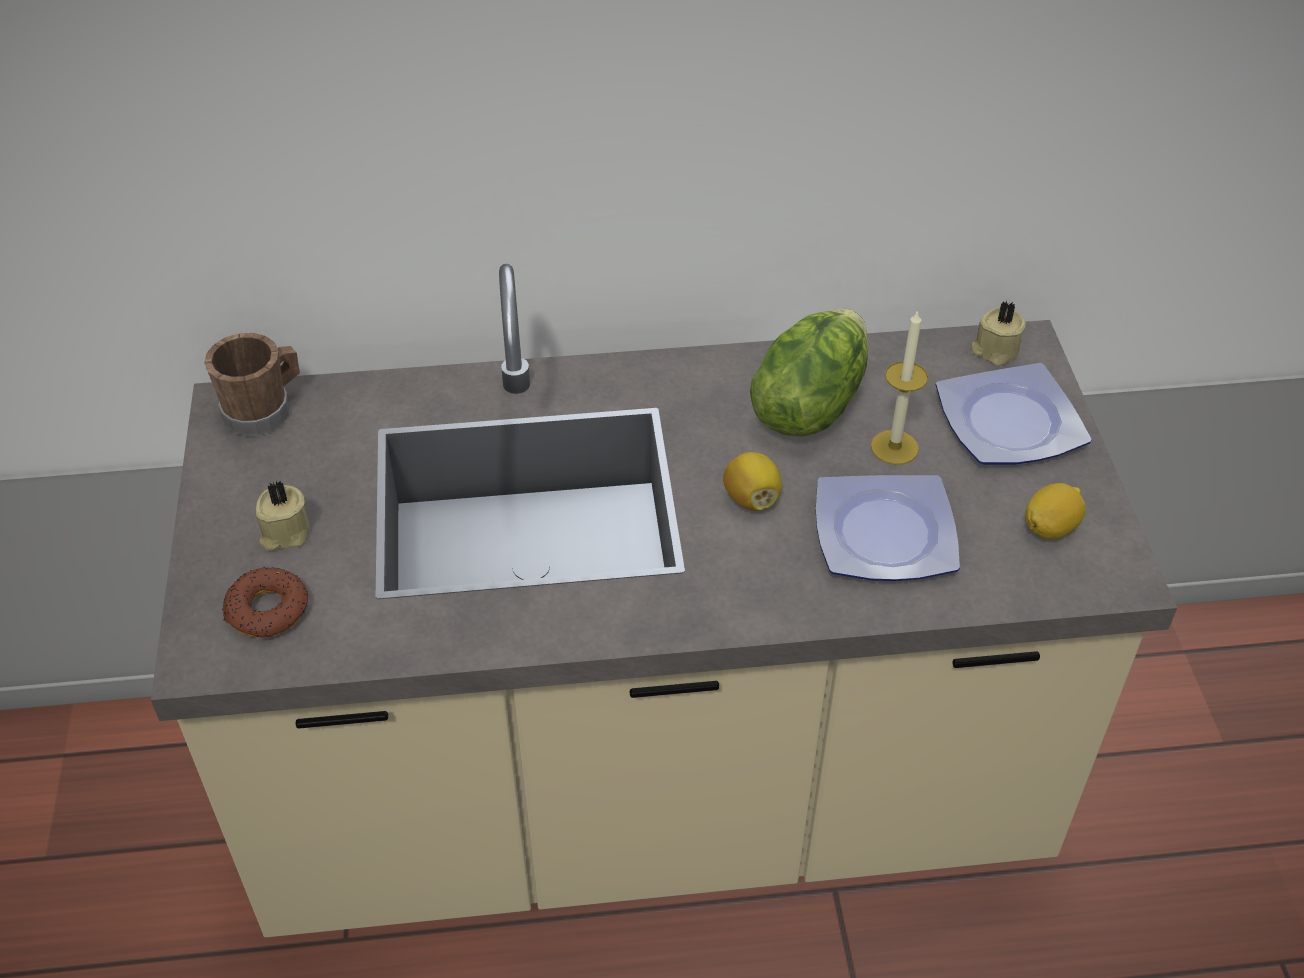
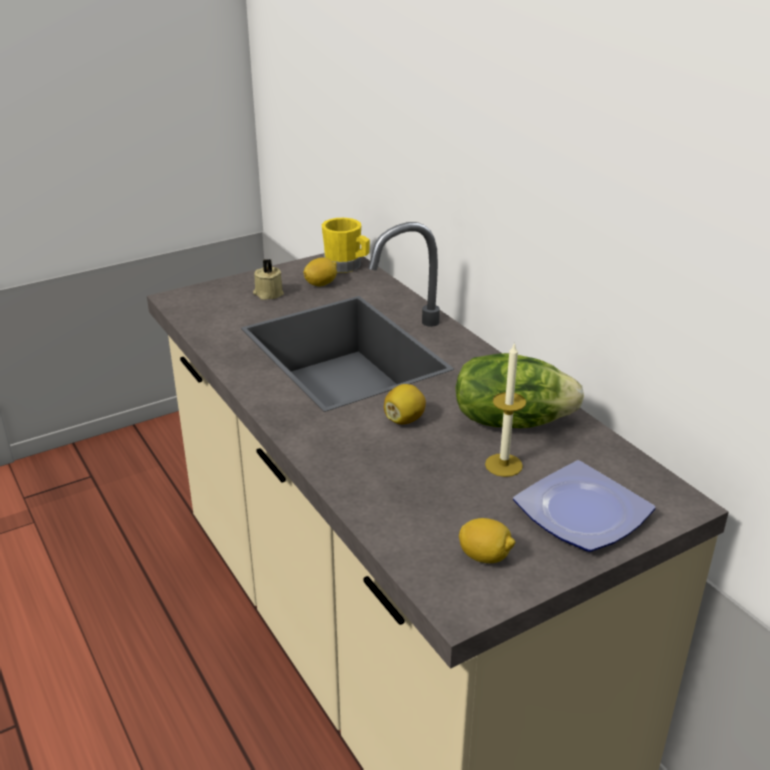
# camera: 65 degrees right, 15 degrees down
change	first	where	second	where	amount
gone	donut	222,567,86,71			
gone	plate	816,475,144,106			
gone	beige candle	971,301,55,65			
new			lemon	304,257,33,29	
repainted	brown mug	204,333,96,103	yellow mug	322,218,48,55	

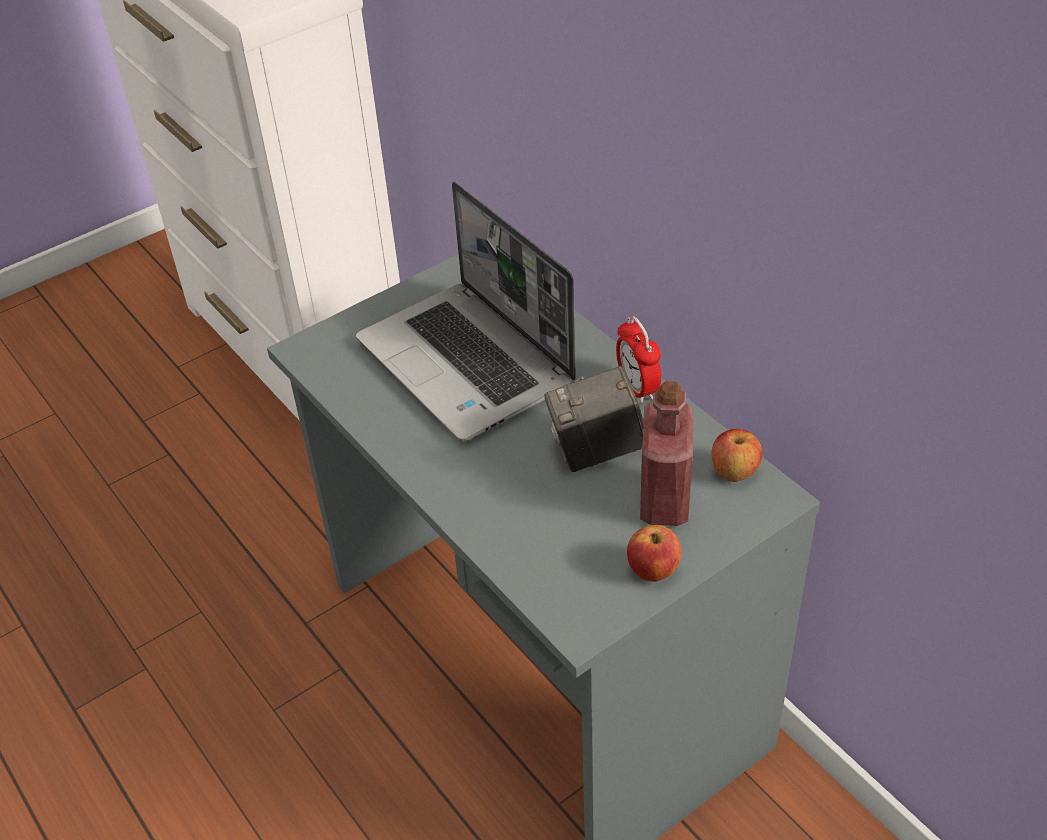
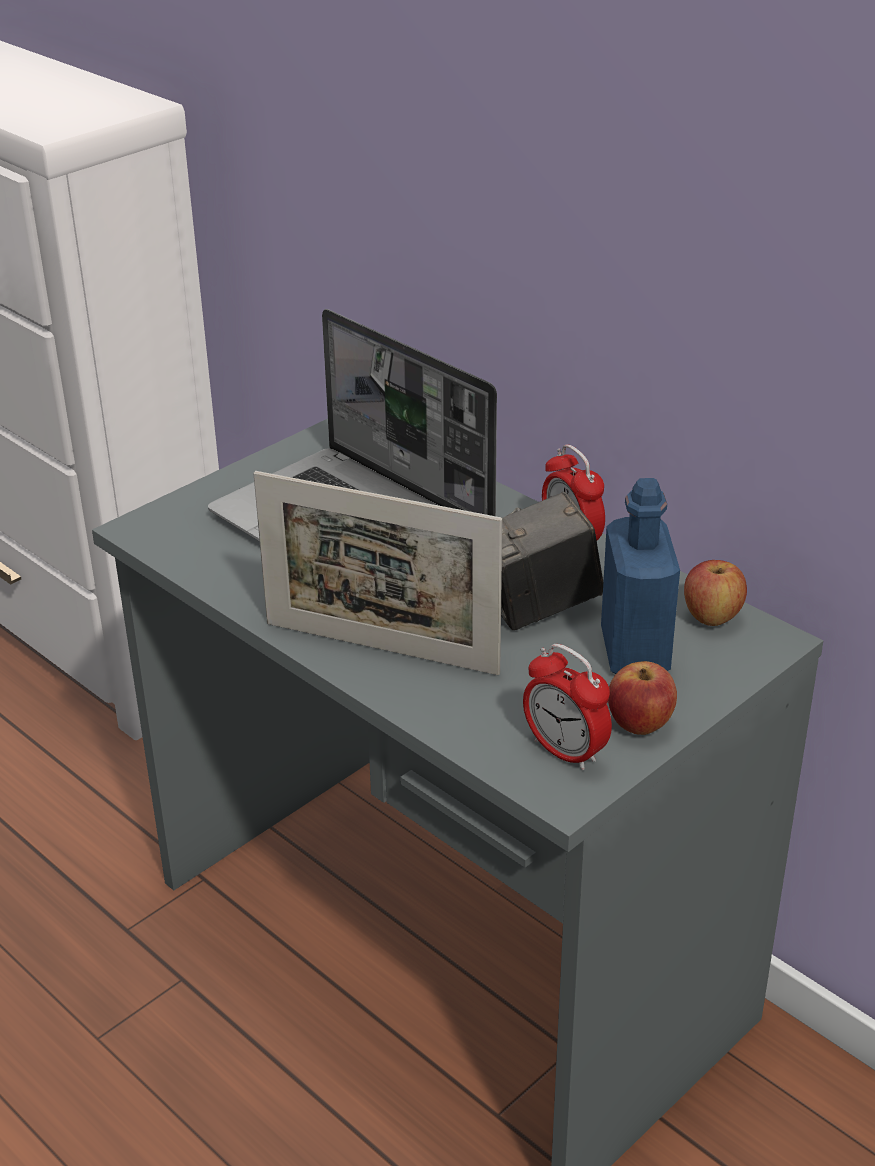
# camera: 10 degrees left, 10 degrees down
change	first	where	second	where	amount
new			picture frame	253,471,249,204	
new			alarm clock	523,644,89,127	
repainted	red bottle	640,381,53,145	blue bottle	601,478,79,196	

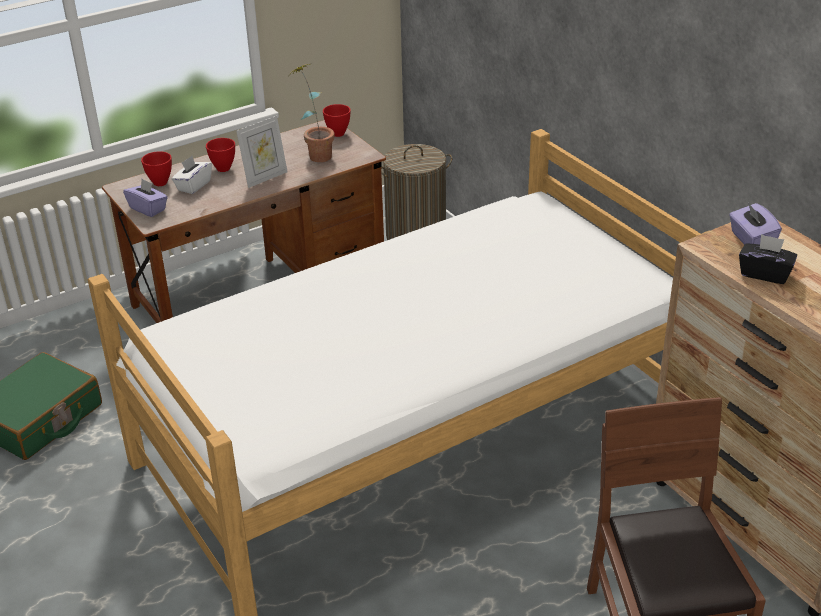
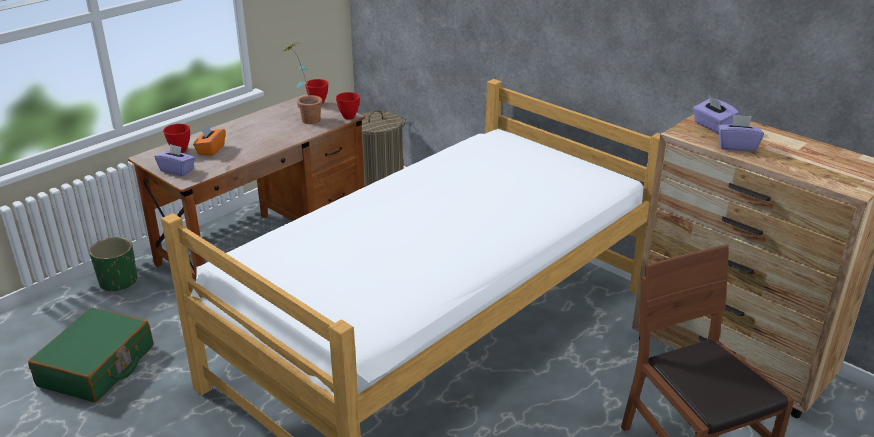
# camera: 15 degrees left, 5 degrees down
change	first	where	second	where	amount
gone	picture frame	236,116,52,72			
new			green planter	89,237,48,55	
shifted	red bowl	206,138,29,34		336,92,24,28	
repainted	white tissue box	172,156,40,38	orange tissue box	193,124,32,32	
repainted	black tissue box	739,234,58,50	purple tissue box	717,114,47,38	

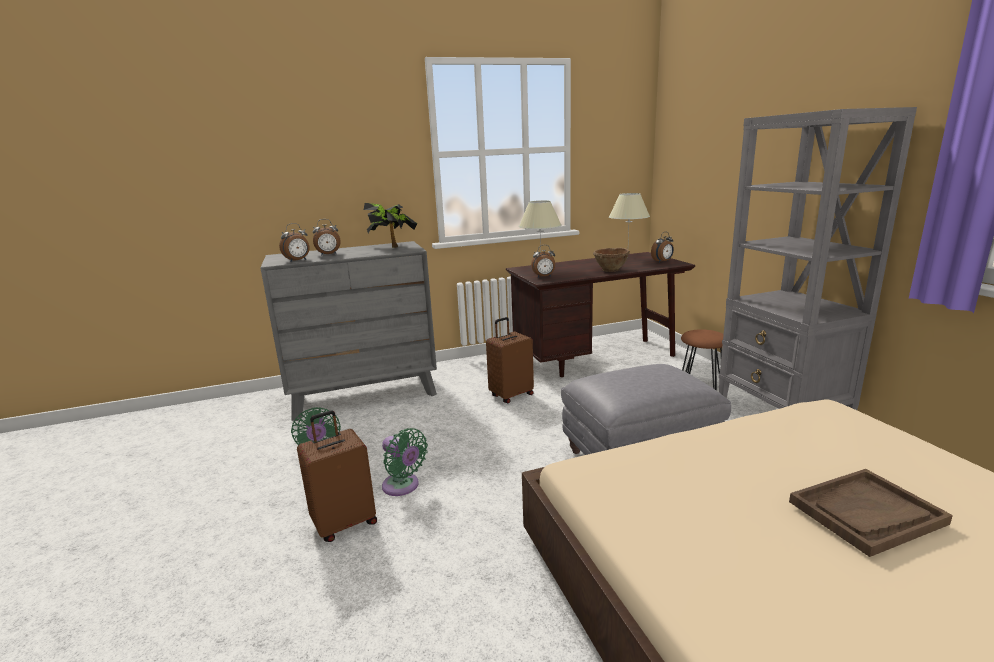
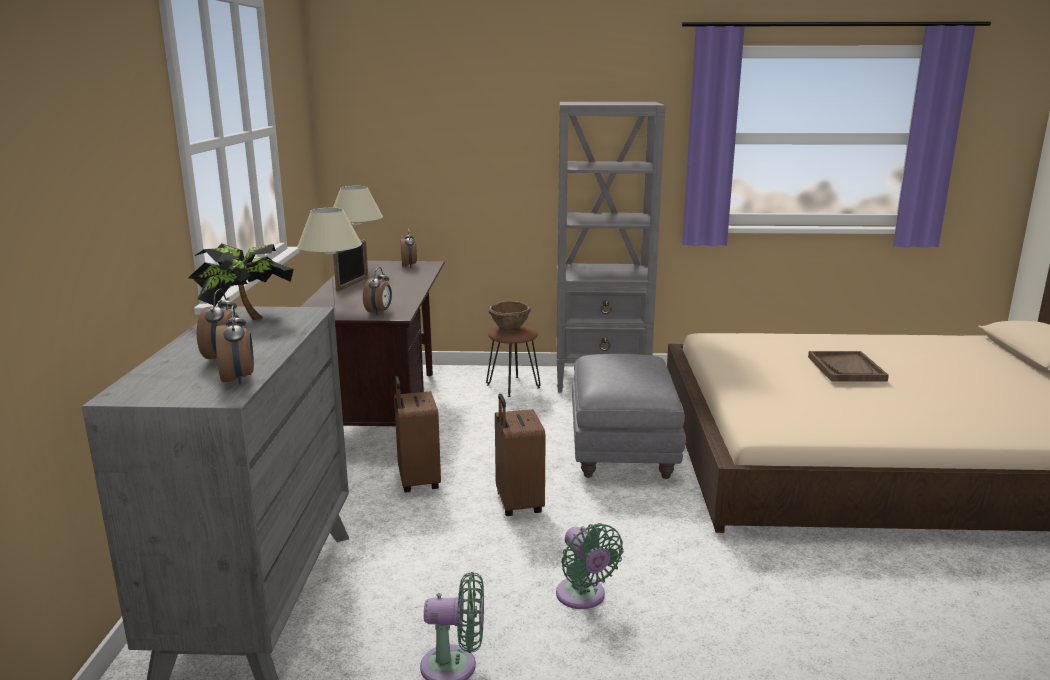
# camera: 70 degrees left, 0 degrees up
change	first	where	second	where	amount
new			picture frame	333,239,35,52	
shifted	brown suitcase	297,410,80,132		495,393,51,123	
shifted	brown bowl	593,248,37,24		488,301,43,31	
rotated	green fan	382,428,46,68		556,523,68,86	90 degrees clockwise

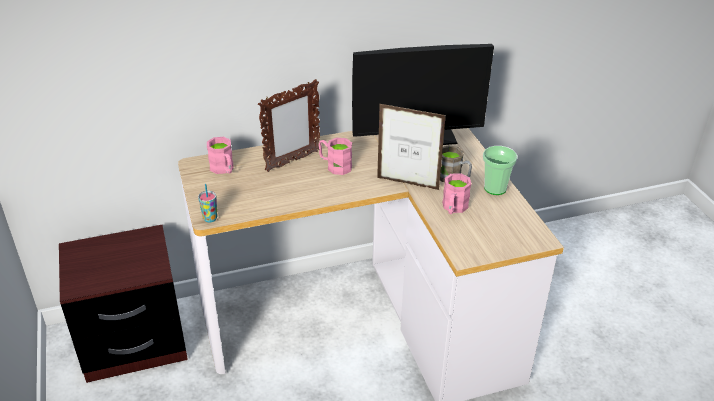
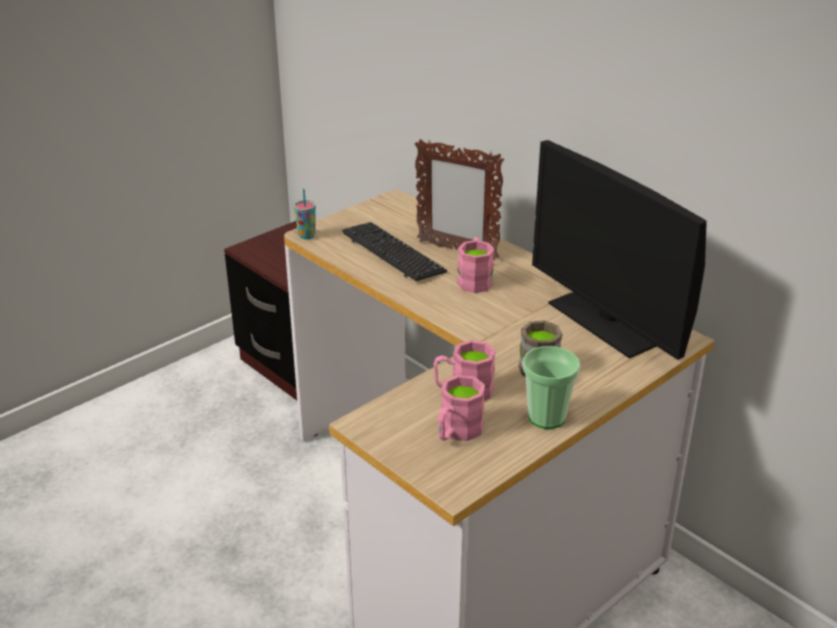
# camera: 65 degrees right, 5 degrees down
change	first	where	second	where	amount
gone	picture frame	377,104,69,86			
new			keyboard	342,222,105,59	
shifted	pink mug	207,137,27,37		438,375,47,66	

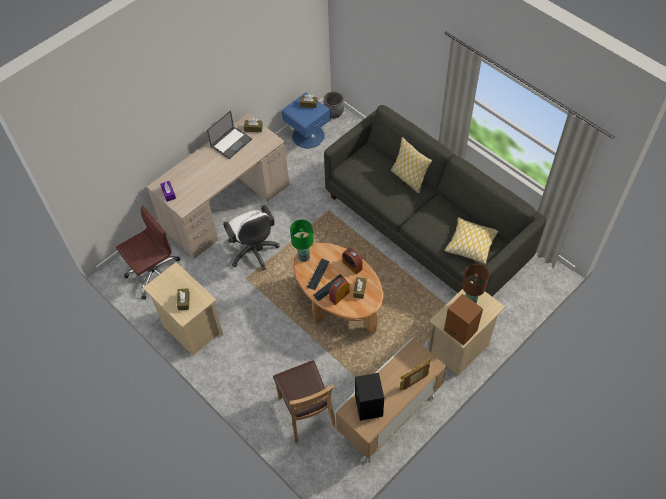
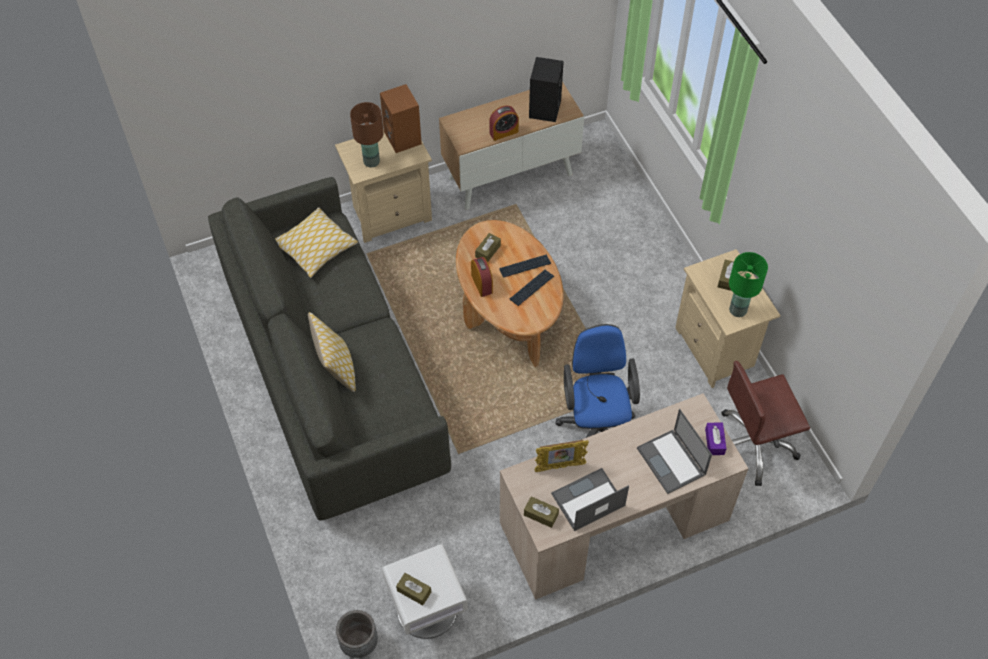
# camera: 160 degrees left, 0 degrees up
change	first	where	second	where	amount
gone	brown chair	273,360,62,83			
new			laptop	637,409,75,85	
shifted	green table lamp	290,220,23,42		729,252,39,65	
shifted	alarm clock	329,278,21,27		489,105,30,36	
shifted	picture frame	399,358,33,33		535,440,54,32	
repainted	white office chair	223,205,57,65	blue office chair	555,324,85,114	
repainted	blue nightstand	282,92,49,56	white nightstand	382,544,86,95	

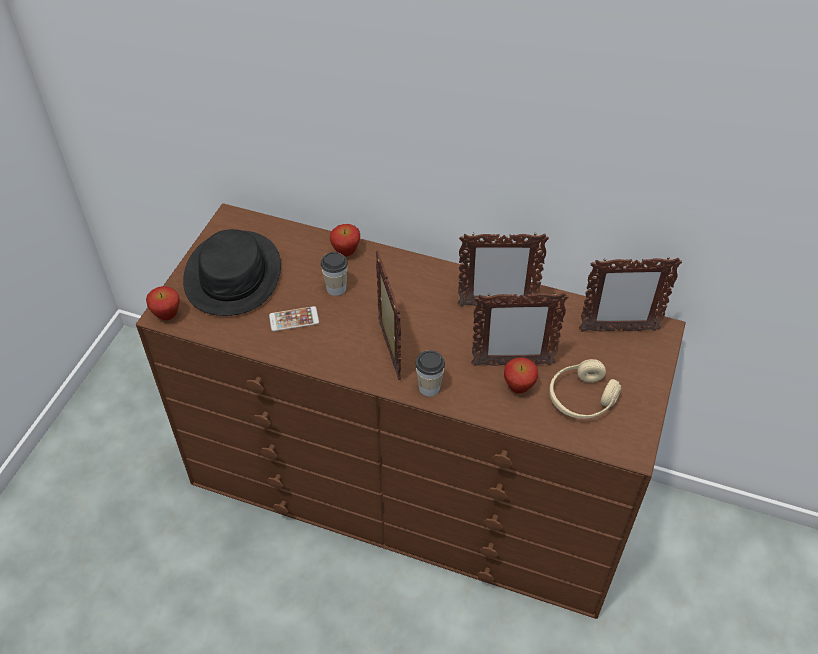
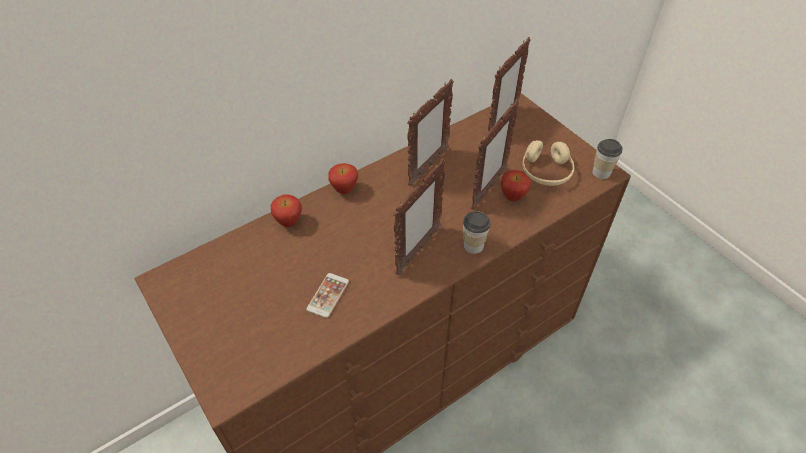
# camera: 55 degrees left, 0 degrees up
change	first	where	second	where	amount
gone	black hat	183,229,98,87			
shifted	apple	146,286,34,34		328,163,30,31	
shifted	cup	321,252,27,44		592,139,31,40	
rotated	picture frame	376,250,25,130		393,158,53,117	105 degrees clockwise

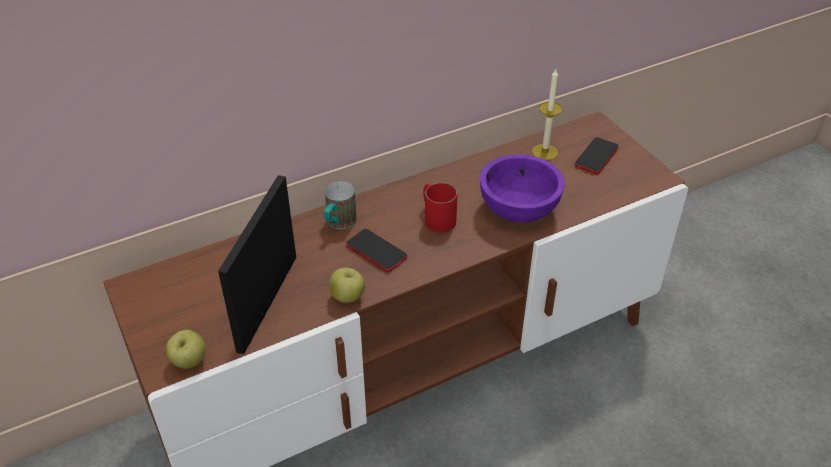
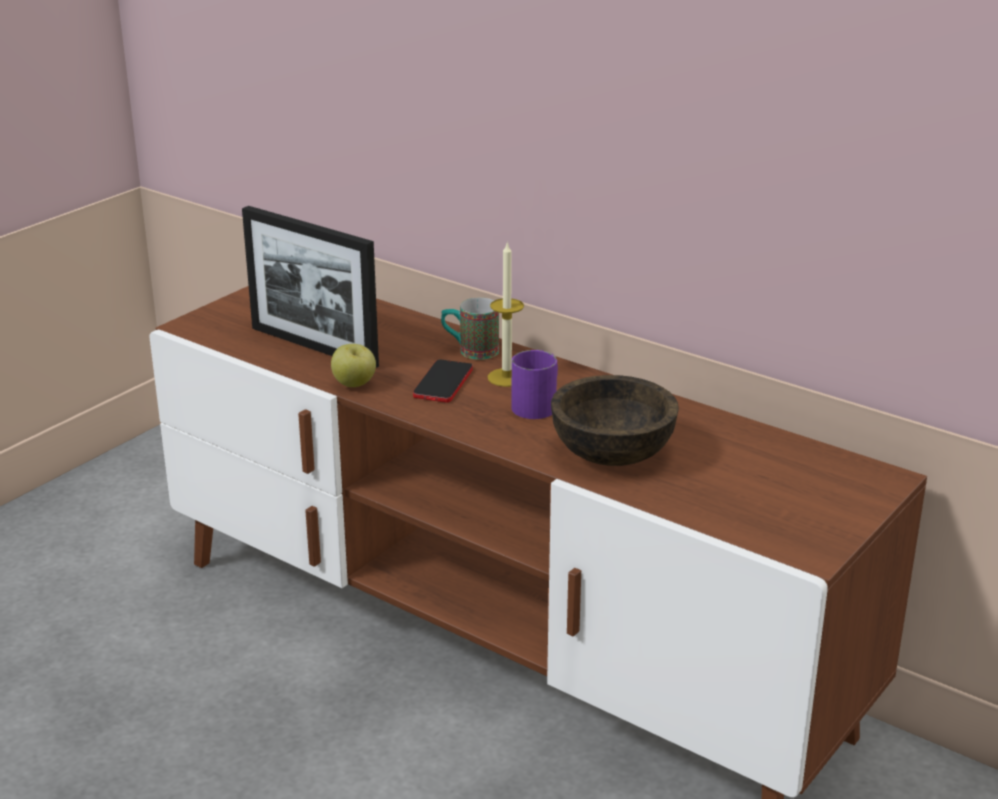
# camera: 65 degrees right, 15 degrees down
change	first	where	second	where	amount
gone	apple	166,330,40,39			
gone	phone	575,137,44,37			
shifted	candle	532,69,30,91		487,242,37,145	
repainted	red mug	423,182,35,51	purple mug	511,350,47,69	
repainted	purple bowl	480,154,85,68	brown bowl	551,375,128,91	
rotated	picture frame	218,175,78,179		242,206,137,162	135 degrees counterclockwise

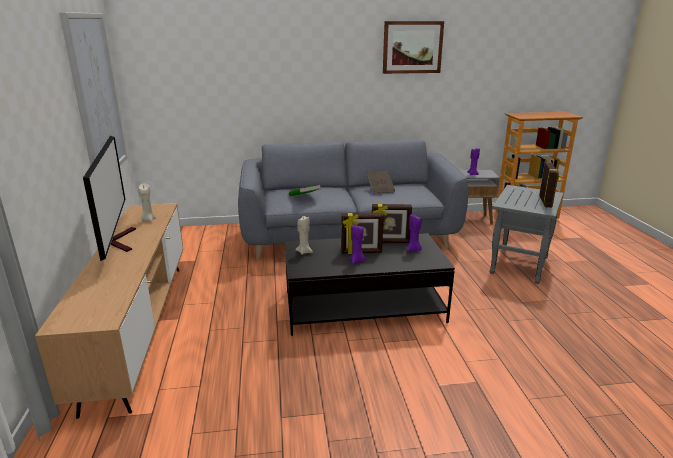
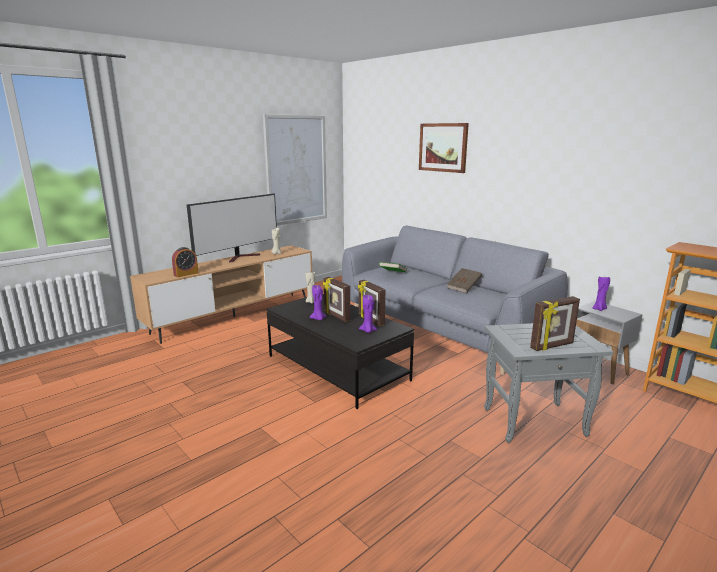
# camera: 55 degrees right, 5 degrees down
change	first	where	second	where	amount
new			alarm clock	172,247,27,30	
shifted	picture	383,21,61,53		419,123,50,50	

